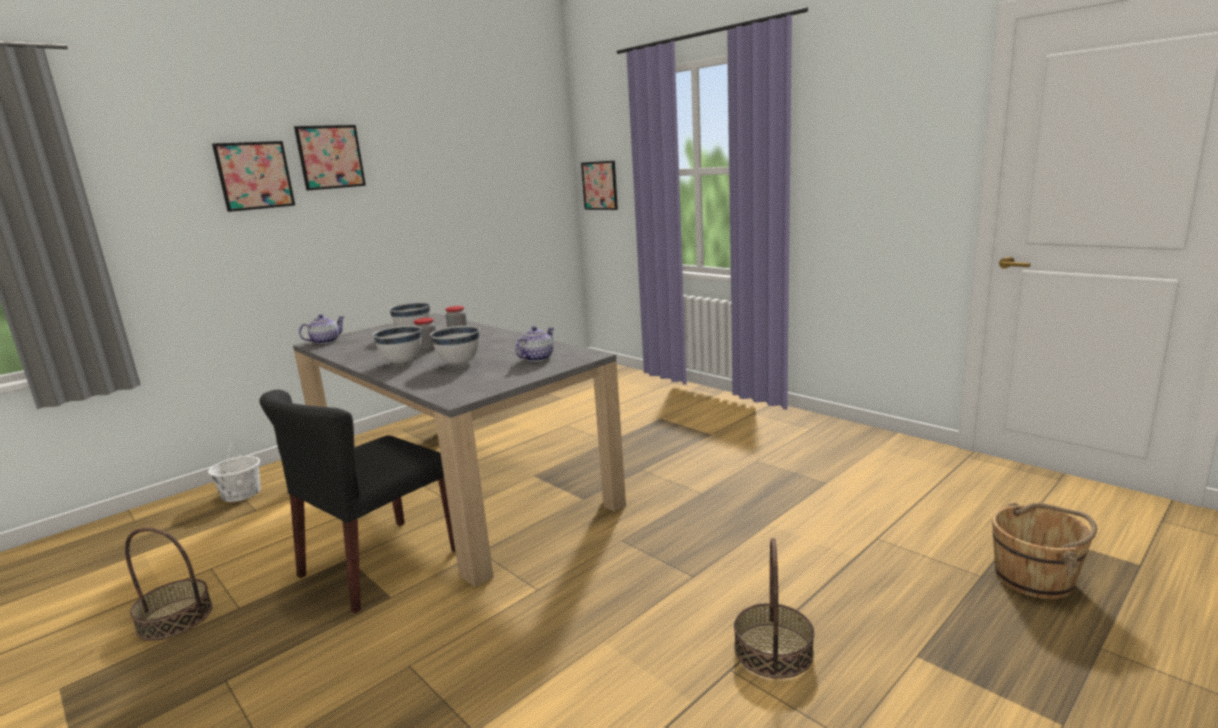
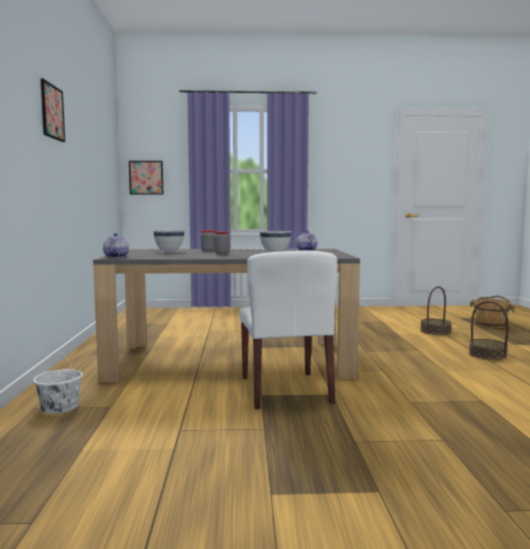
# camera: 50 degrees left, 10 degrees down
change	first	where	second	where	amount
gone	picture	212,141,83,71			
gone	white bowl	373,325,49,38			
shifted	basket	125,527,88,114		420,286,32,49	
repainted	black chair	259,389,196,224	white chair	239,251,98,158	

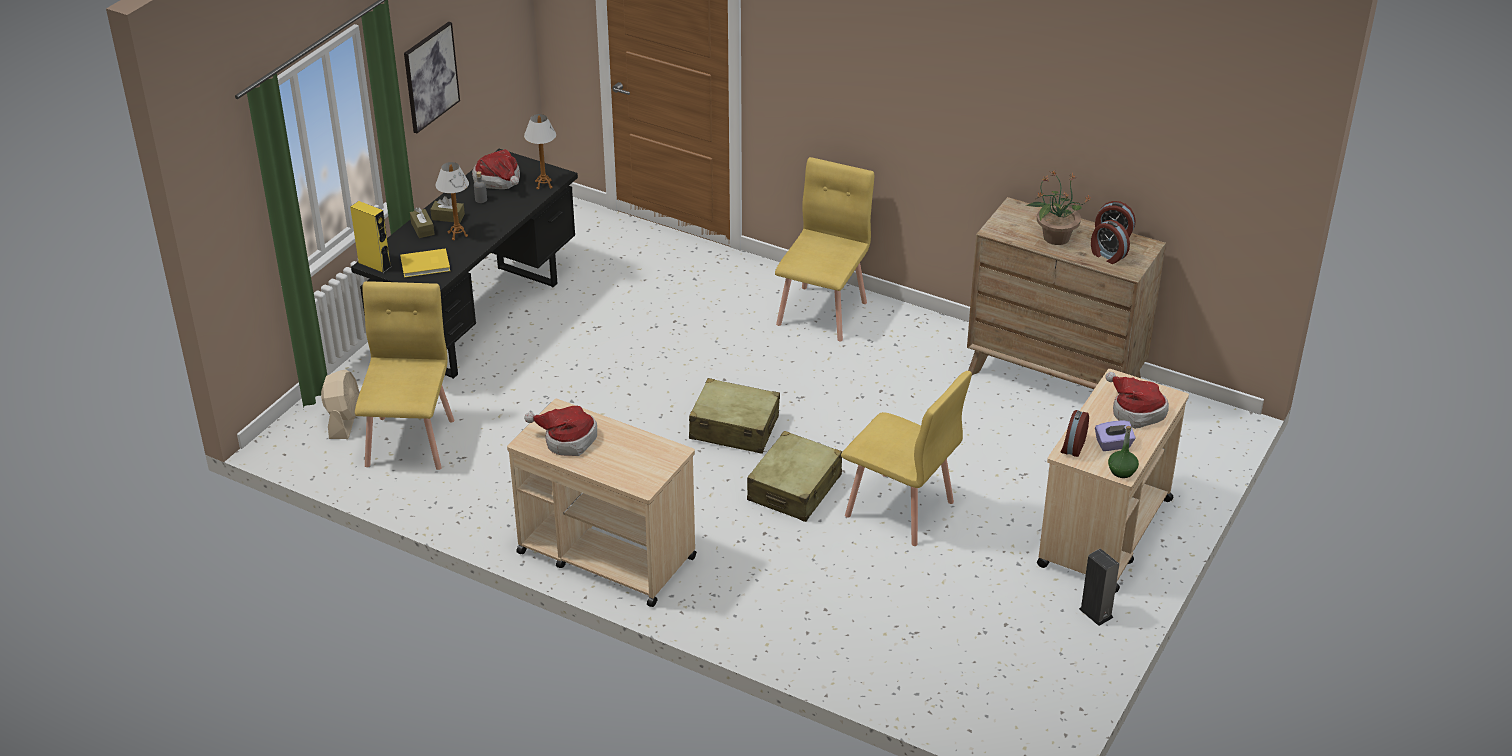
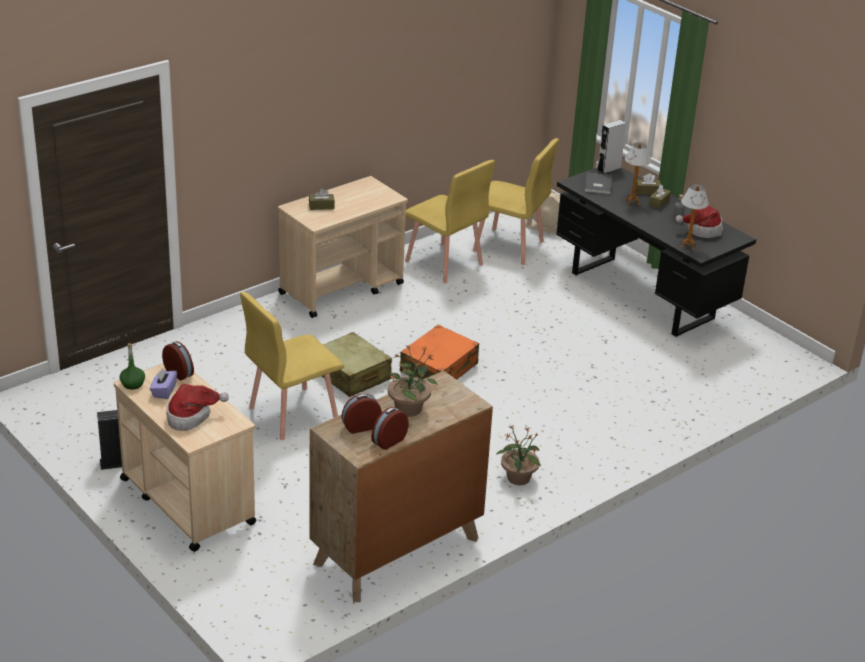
# camera: 110 degrees right, 5 degrees down
change	first	where	second	where	amount
gone	picture	404,22,56,111			
gone	hat	524,406,73,50			
new			brown tissue box	309,189,26,21	
new			potted plant	497,424,44,61	
shifted	yellow chair	775,157,99,185		405,160,90,123	
repainted	yellow speaker	350,201,41,72	grey speaker	597,120,29,54	
repainted	yellow book	400,248,50,29	grey book	585,173,28,22	
repainted	beige suitcase	689,378,91,76	orange suitcase	400,325,79,55	

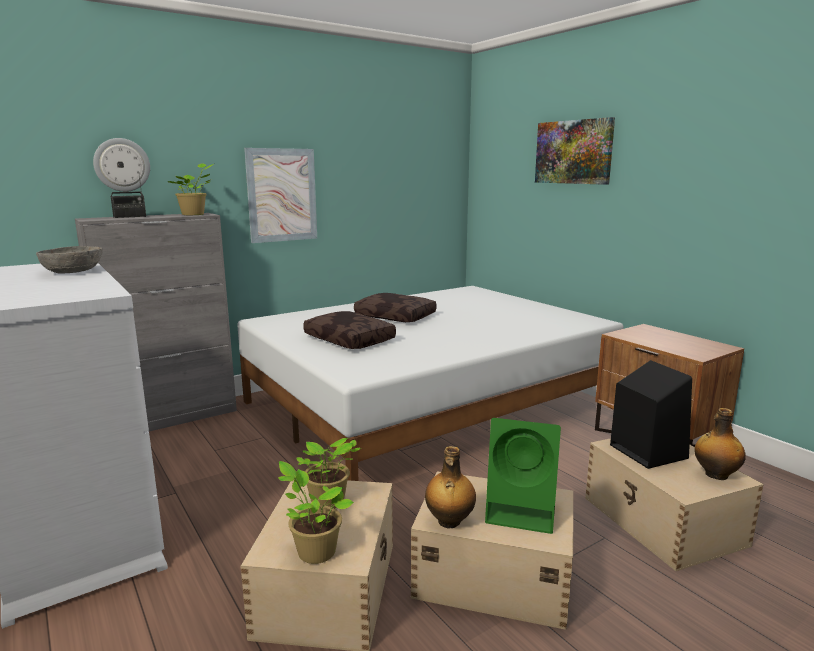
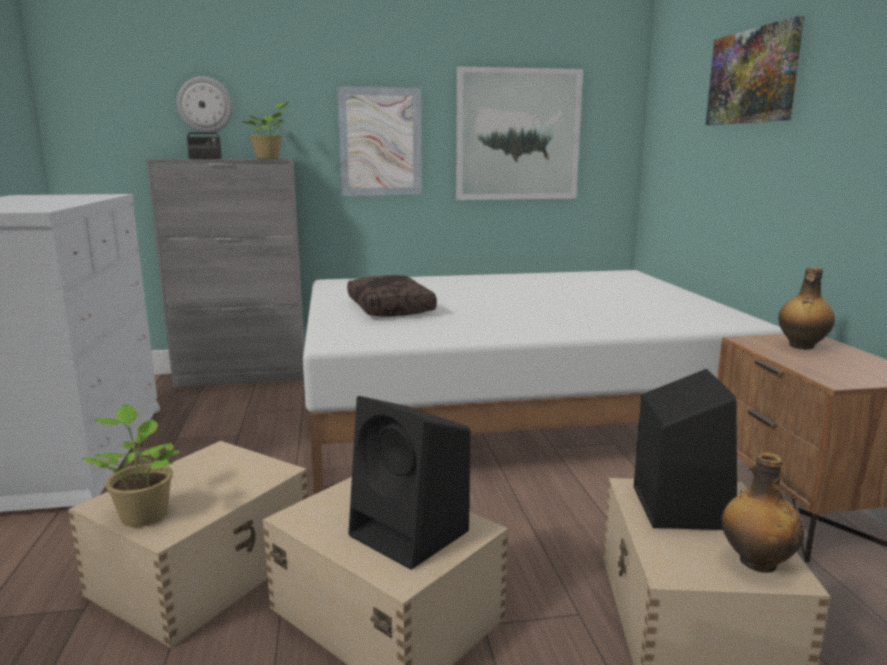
# camera: 25 degrees right, 0 degrees up
change	first	where	second	where	amount
gone	grey bowl	36,246,67,28			
gone	potted plant	296,438,65,71			
gone	brown pillow	354,293,83,29			
new			picture	456,67,127,133	
shifted	bottle	425,446,51,83		778,267,57,82	
repainted	green speaker	485,418,76,116	black speaker	348,396,123,174	

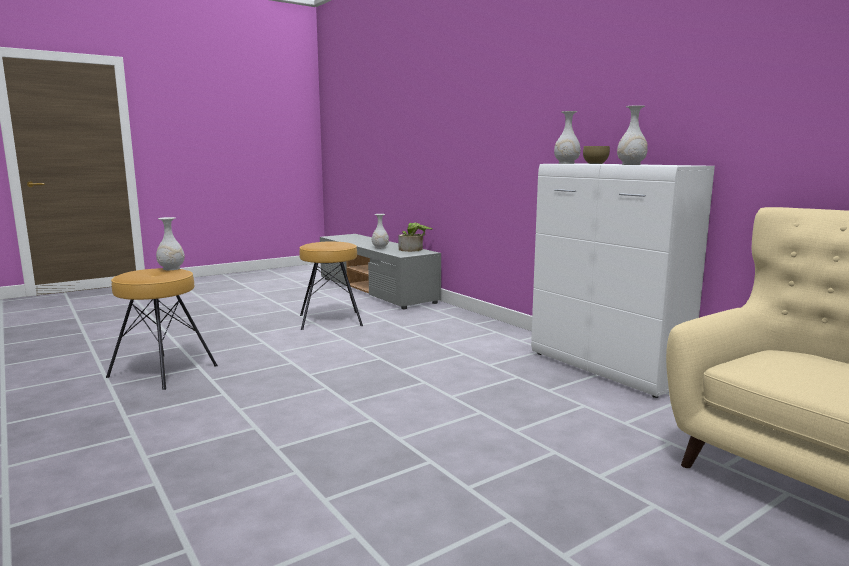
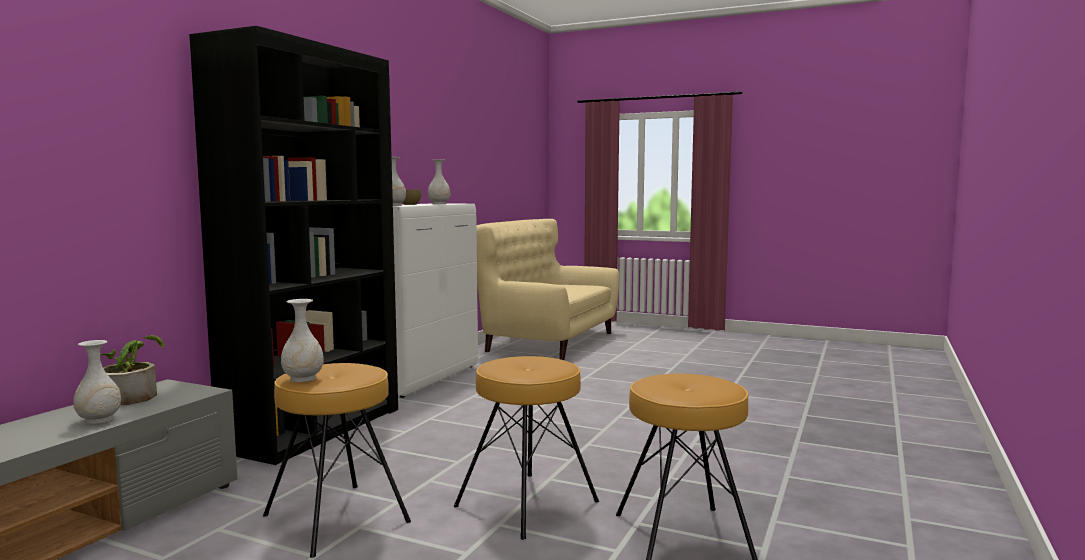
# camera: 120 degrees left, 5 degrees down
change	first	where	second	where	amount
new			black bookcase	189,26,209,439	
new			brown stool	454,356,145,184	
shifted	white vase	156,217,29,53		281,299,43,83	

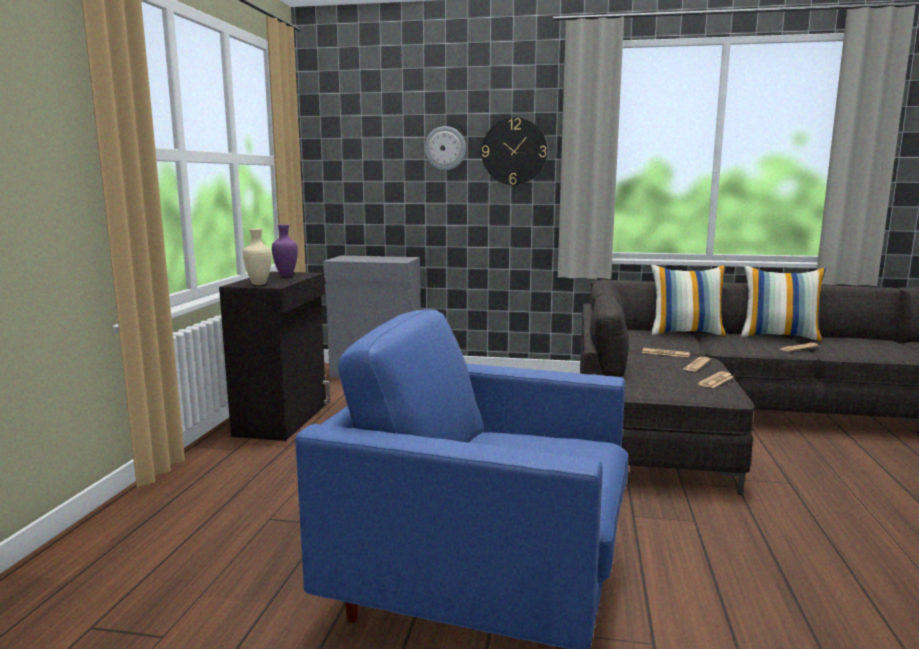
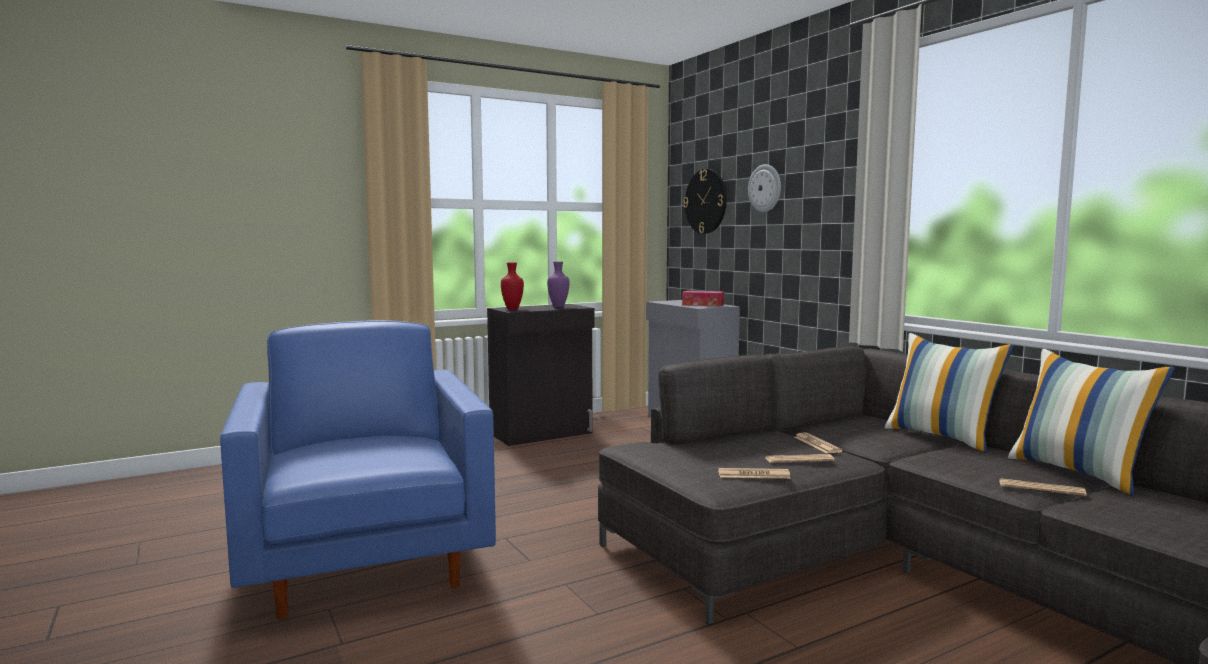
# camera: 50 degrees right, 5 degrees down
change	first	where	second	where	amount
new			tissue box	682,291,42,15	
shifted	wall clock	482,117,65,68		683,169,44,65	
repainted	beige vase	243,229,29,56	red vase	501,262,23,48	

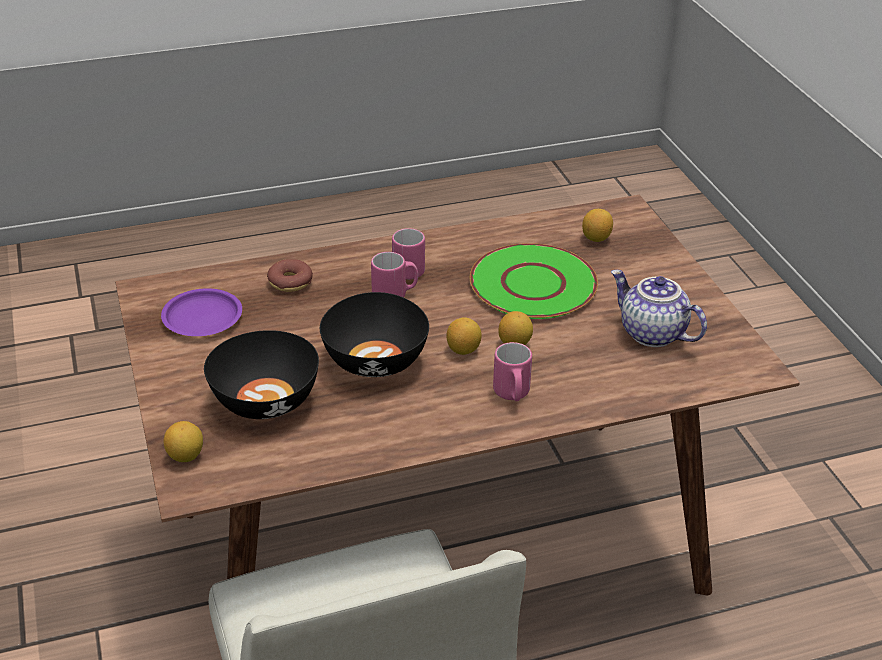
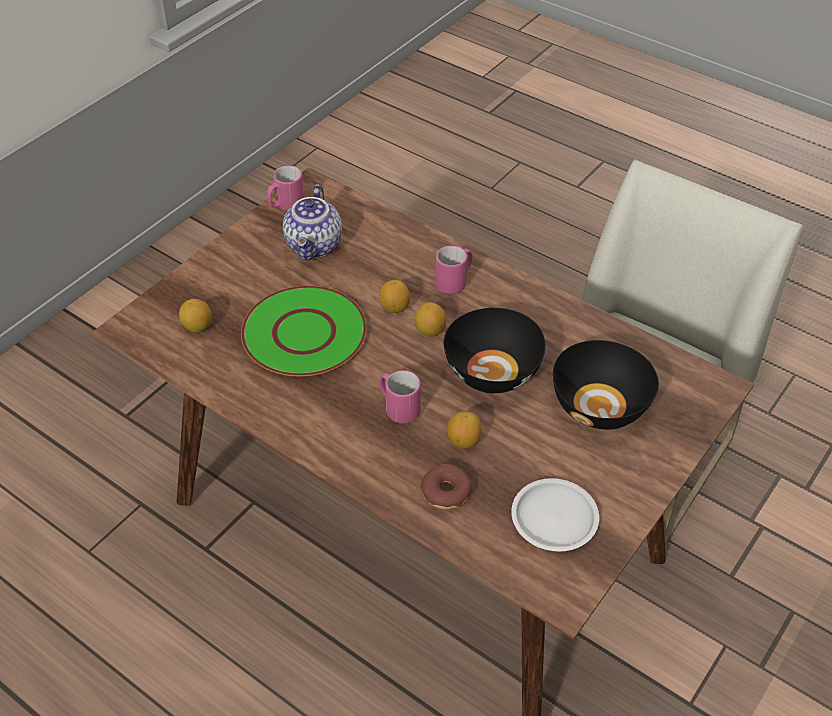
# camera: 125 degrees left, 10 degrees up
change	first	where	second	where	amount
shifted	lemon	164,421,39,41		447,412,34,36	
shifted	pink mug	392,228,33,52		267,166,38,45	
repainted	purple plate	161,288,81,48	white plate	511,478,88,73	

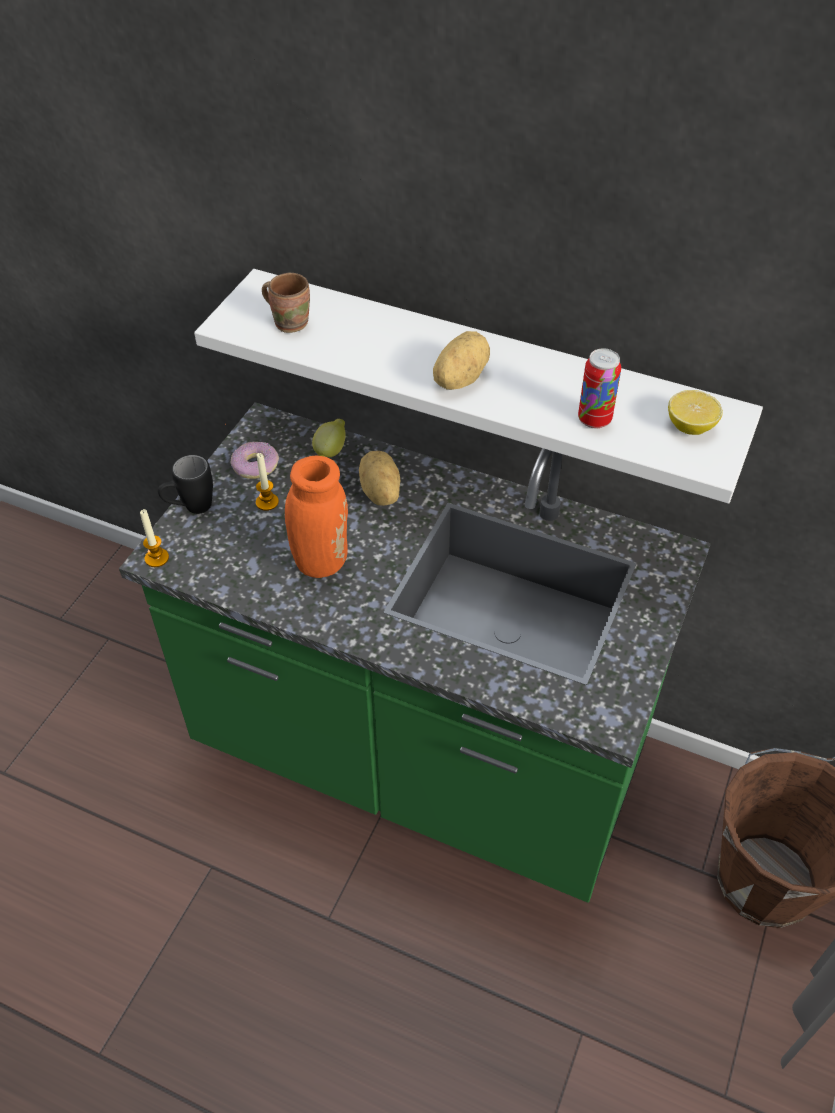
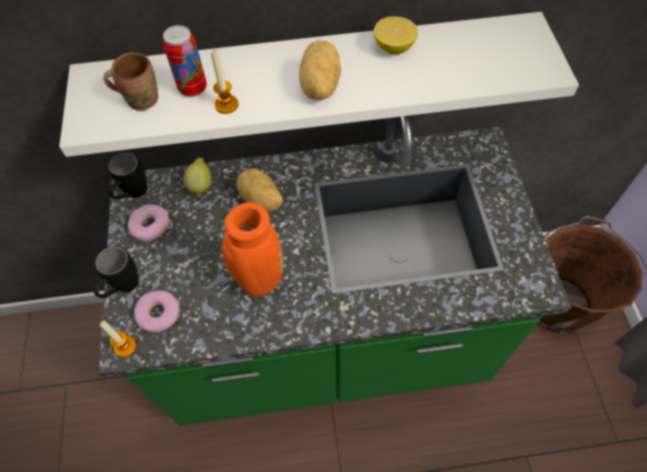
# camera: 30 degrees left, 10 degrees up
change	first	where	second	where	amount
new			black mug	108,152,39,47	
new			donut	134,290,46,43	
shifted	candle	256,453,23,58		210,49,29,65	
shifted	can	578,348,43,80		163,25,44,72	
shifted	lemon	668,390,55,45		374,16,44,38	

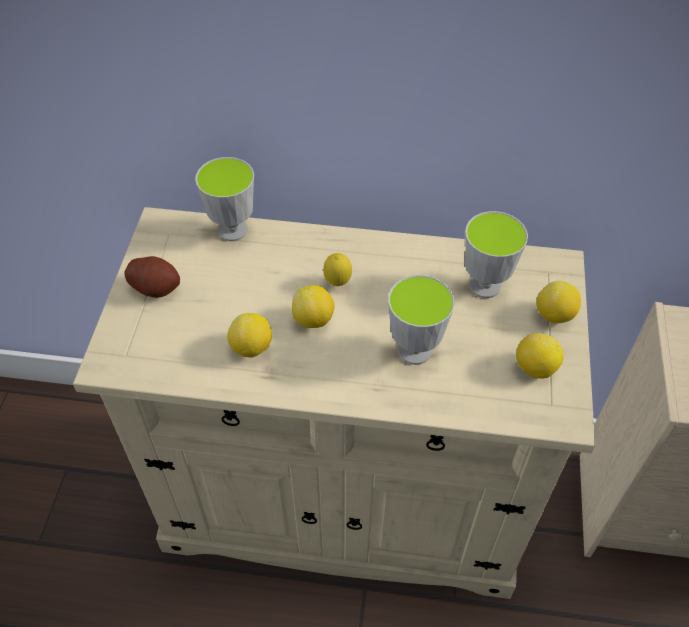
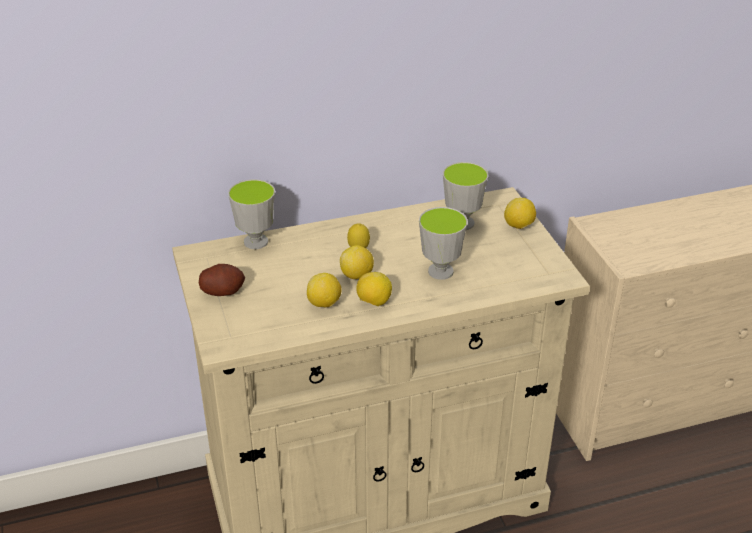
# camera: 25 degrees left, 15 degrees down
change	first	where	second	where	amount
shifted	lemon	516,333,48,46		356,272,36,34	

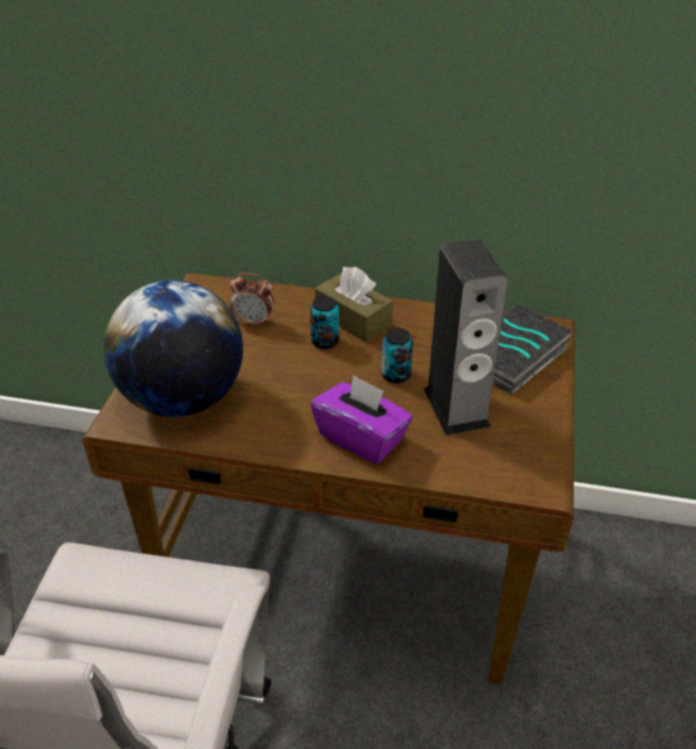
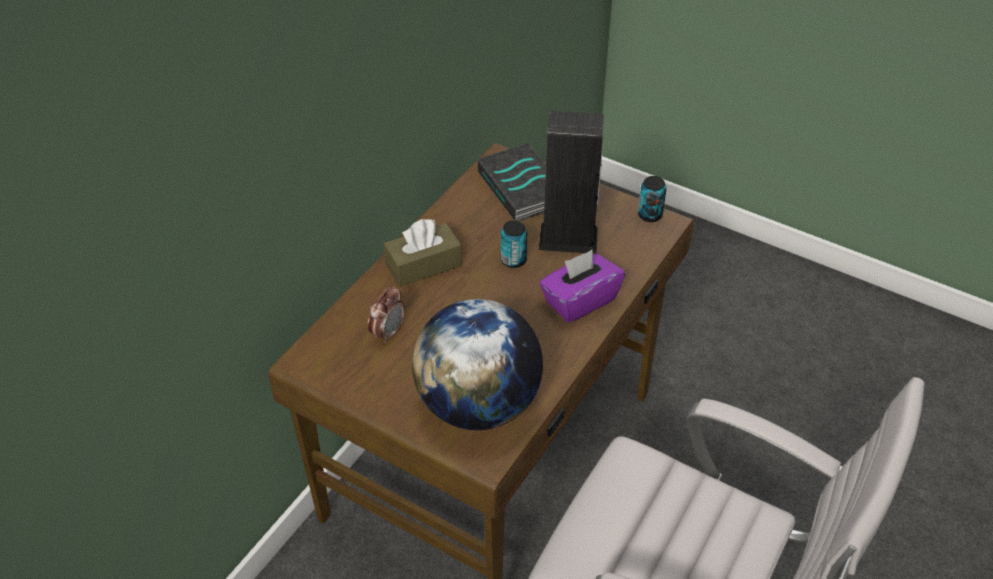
# camera: 70 degrees left, 5 degrees up
change	first	where	second	where	amount
shifted	can	310,296,29,53		638,176,29,46	

